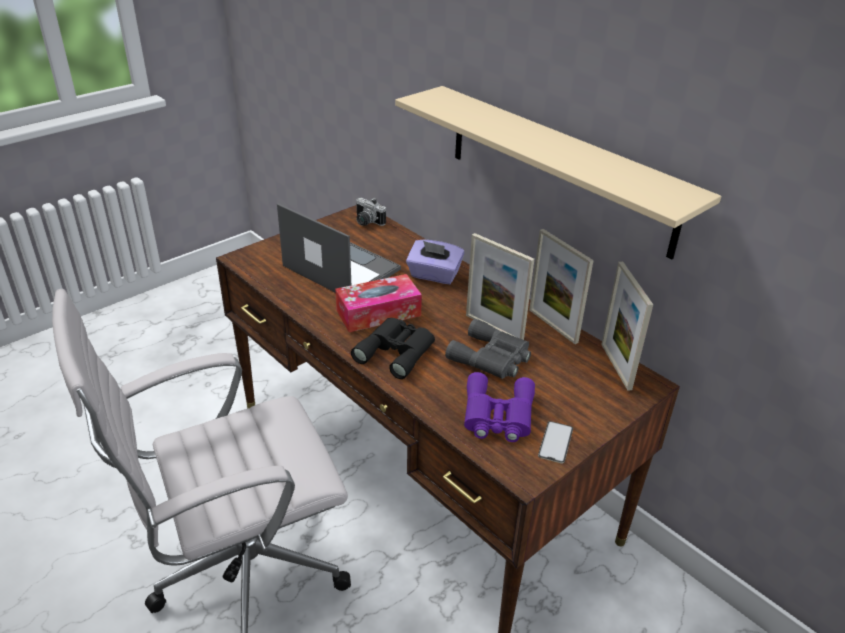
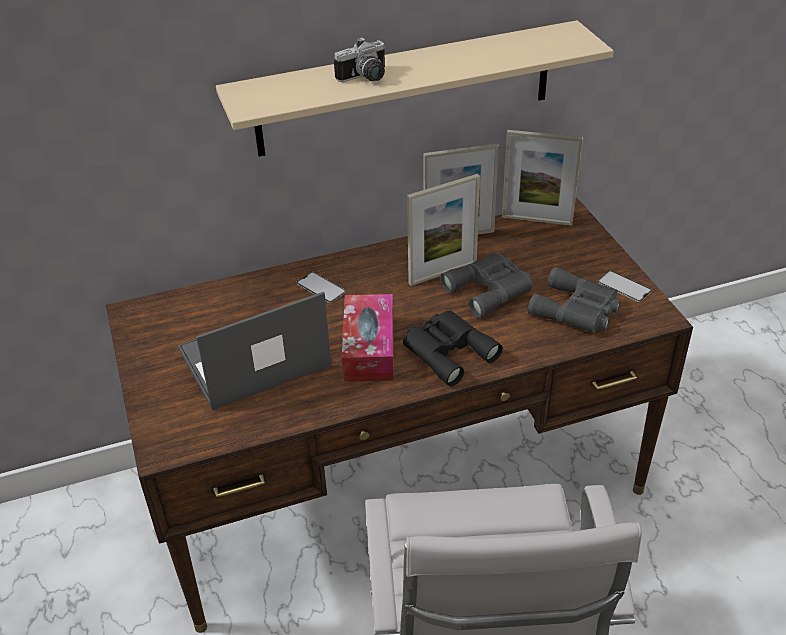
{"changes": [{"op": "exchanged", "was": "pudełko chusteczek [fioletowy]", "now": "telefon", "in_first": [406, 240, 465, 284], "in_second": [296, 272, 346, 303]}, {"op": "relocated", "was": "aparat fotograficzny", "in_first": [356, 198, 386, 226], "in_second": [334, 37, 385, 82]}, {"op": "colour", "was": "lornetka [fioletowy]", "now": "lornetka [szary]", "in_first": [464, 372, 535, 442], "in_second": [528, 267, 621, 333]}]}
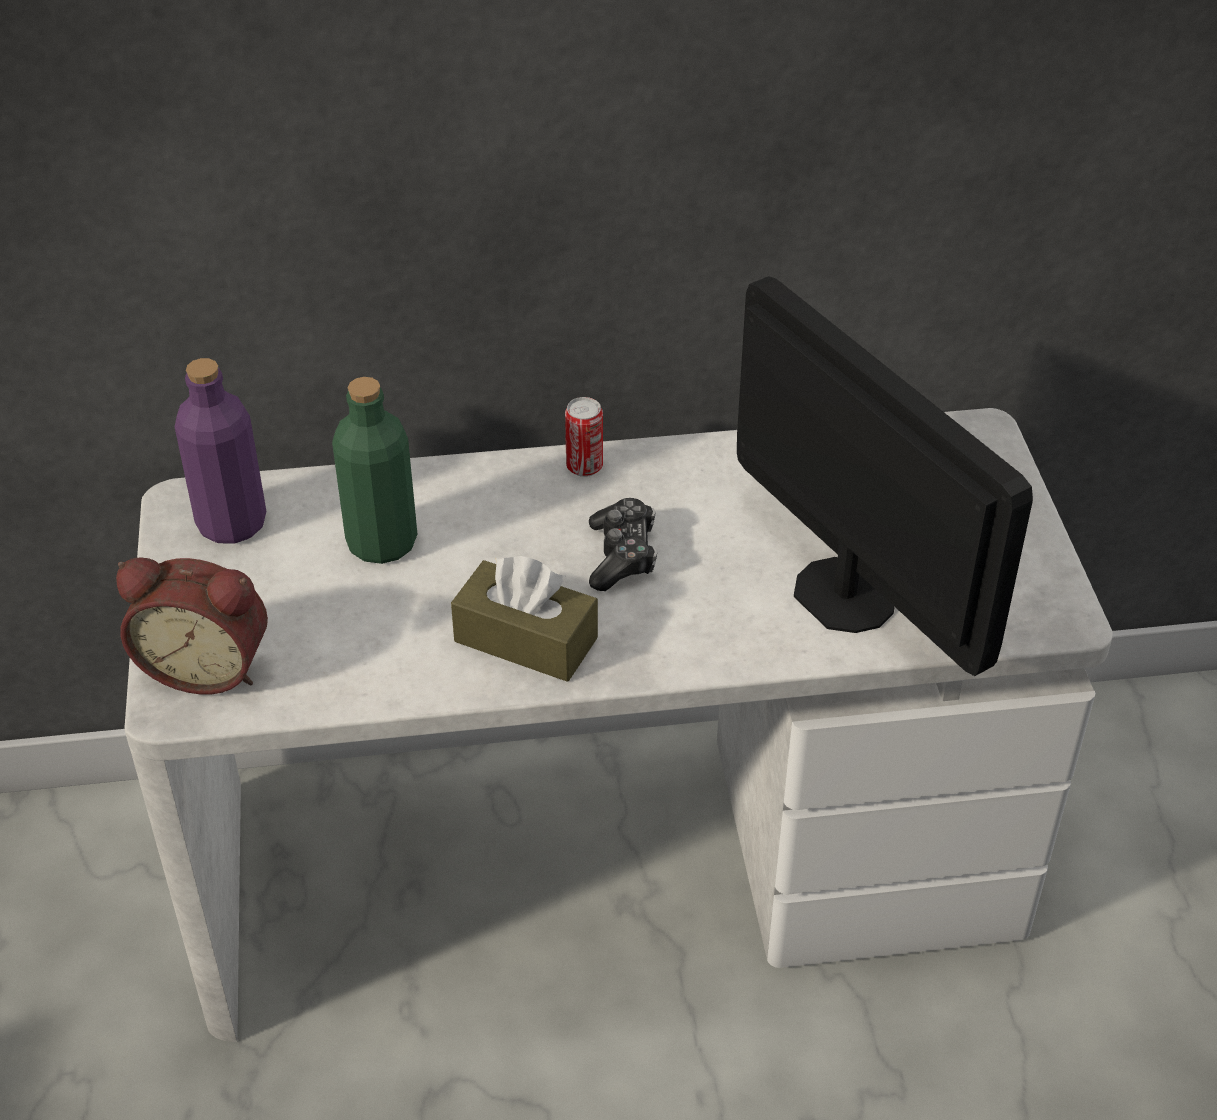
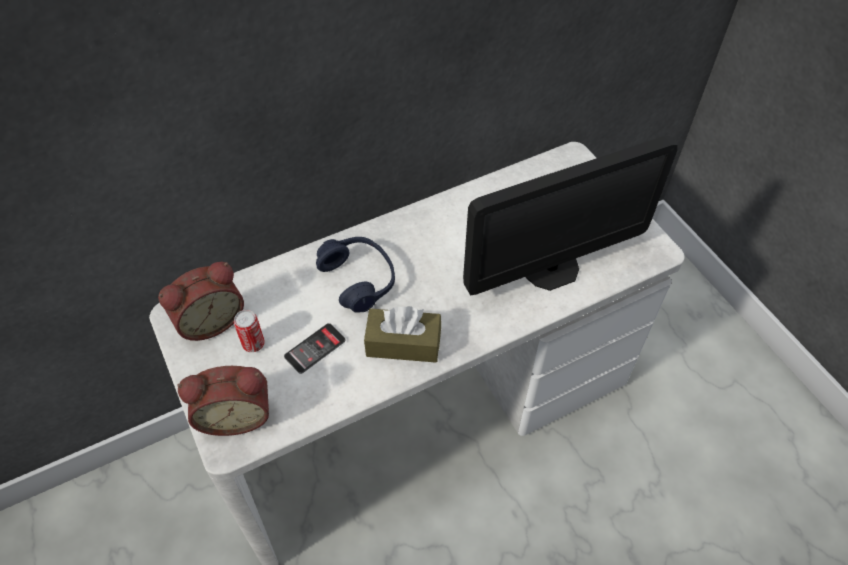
{"changes": [{"op": "exchanged", "was": "butelka [fioletowy]", "now": "budzik", "in_first": [175, 358, 266, 544], "in_second": [158, 262, 244, 341]}, {"op": "relocated", "was": "puszka", "in_first": [565, 397, 603, 477], "in_second": [234, 310, 265, 352]}, {"op": "appeared", "now": "telefon", "in_second": [284, 323, 345, 374]}, {"op": "appeared", "now": "słuchawki [niebieski]", "in_second": [316, 237, 395, 313]}, {"op": "spun", "was": "monitor", "in_first": [737, 276, 1033, 676], "in_second": [463, 136, 678, 295], "clockwise": 120}, {"op": "missing", "was": "butelka [zielony]", "in_first": [332, 377, 417, 564]}, {"op": "missing", "was": "pad do gier", "in_first": [589, 498, 657, 591]}]}
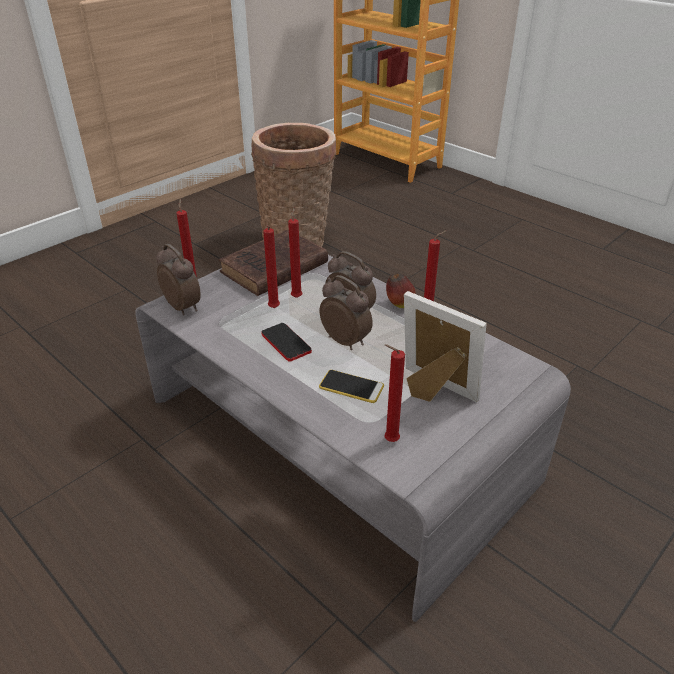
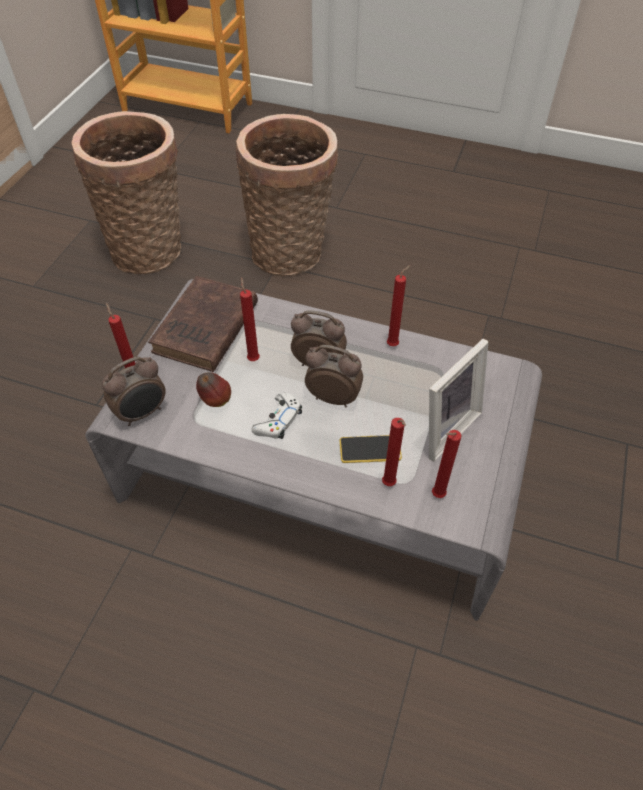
{"changes": [{"op": "spun", "was": "budzik", "in_first": [156, 244, 201, 315], "in_second": [102, 357, 166, 426], "clockwise": 120}, {"op": "relocated", "was": "jabłko", "in_first": [386, 273, 415, 308], "in_second": [196, 372, 231, 407]}, {"op": "appeared", "now": "koszyk", "in_second": [236, 114, 338, 276]}, {"op": "exchanged", "was": "telefon", "now": "pad do gier [biały]", "in_first": [261, 323, 312, 362], "in_second": [252, 393, 302, 439]}, {"op": "relocated", "was": "świeca [czerwony]", "in_first": [263, 225, 280, 308], "in_second": [382, 418, 406, 486]}, {"op": "spun", "was": "ramka na zdjęcie", "in_first": [404, 291, 487, 402], "in_second": [429, 339, 488, 461], "clockwise": 120}]}
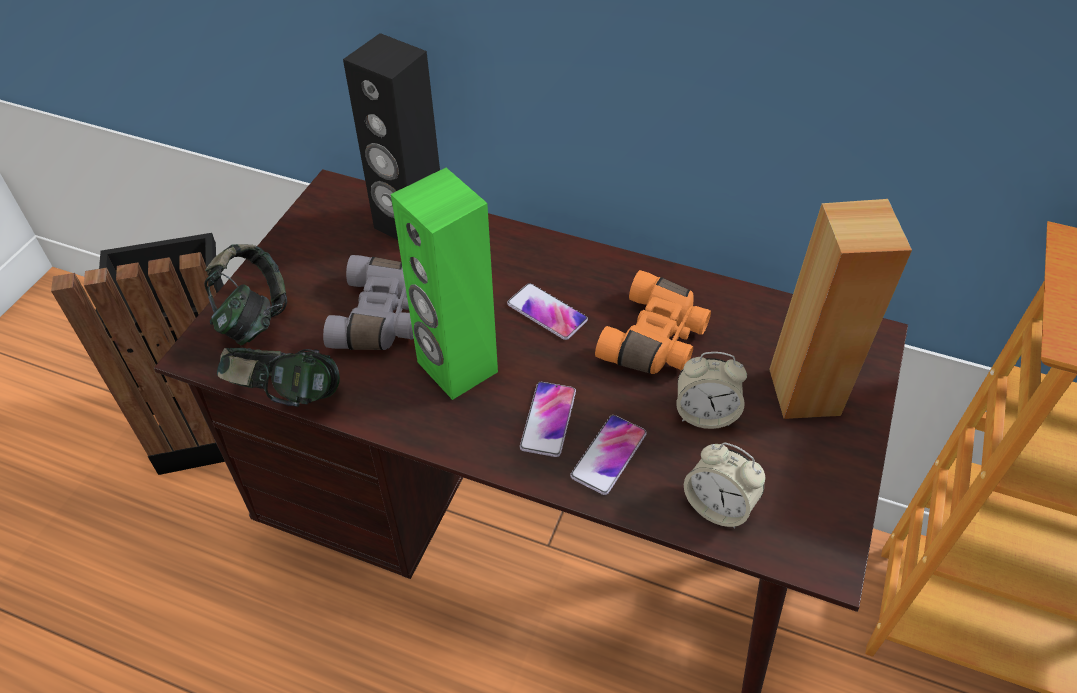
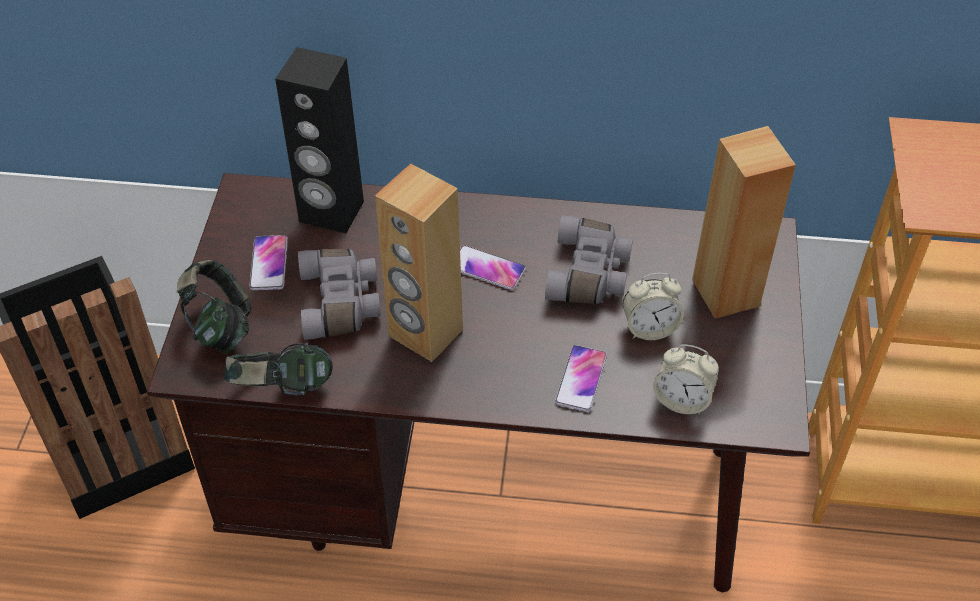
{"changes": [{"op": "relocated", "was": "telefon", "in_first": [520, 382, 576, 457], "in_second": [249, 235, 288, 290]}, {"op": "colour", "was": "głośnik [zielony]", "now": "głośnik [brązowy]", "in_first": [391, 168, 498, 400], "in_second": [375, 164, 463, 362]}, {"op": "colour", "was": "lornetka [pomarańczowy]", "now": "lornetka [szary]", "in_first": [595, 270, 711, 374], "in_second": [545, 215, 633, 304]}]}
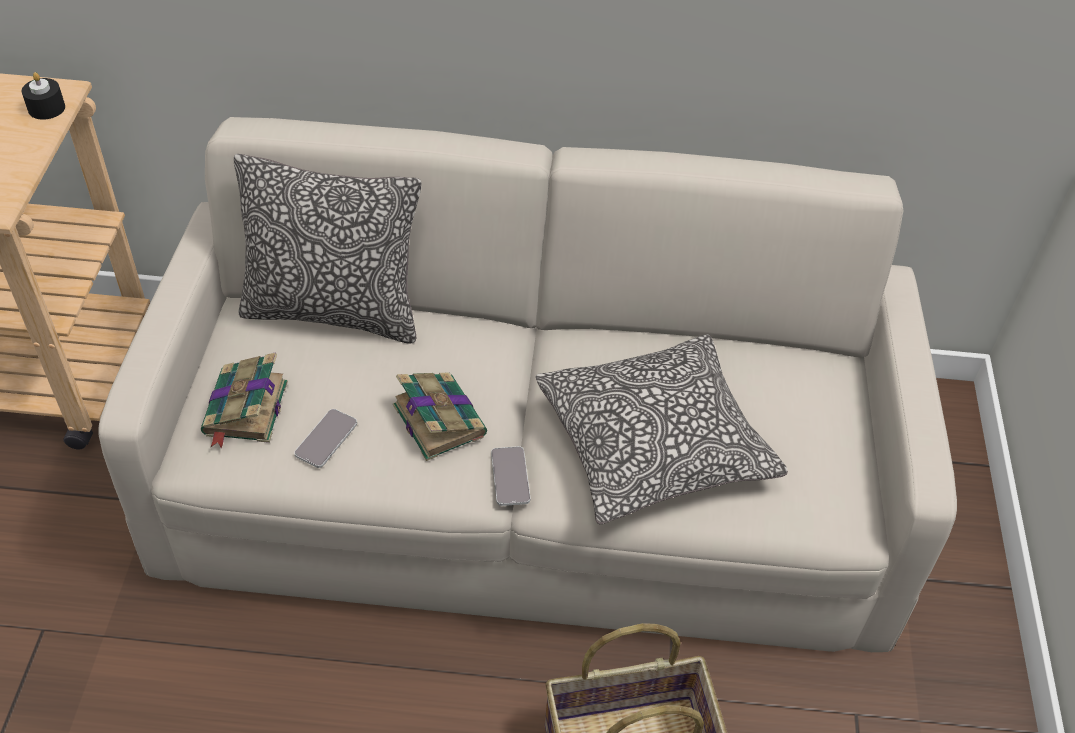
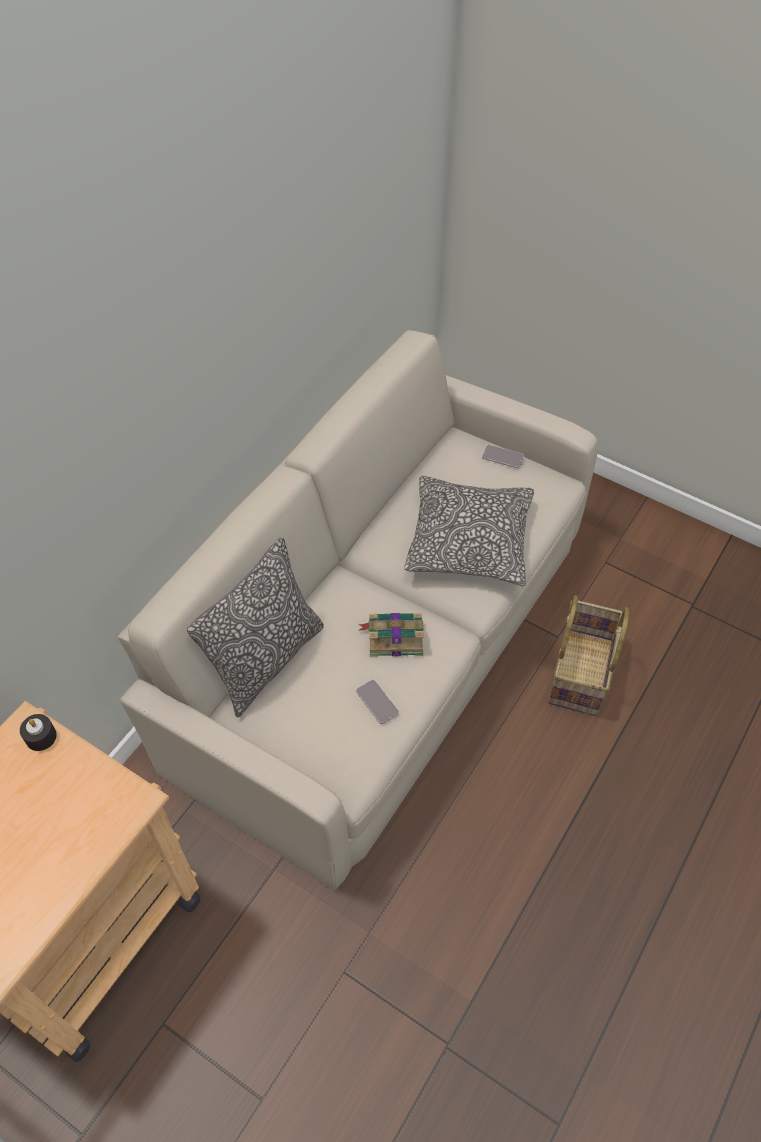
{"changes": [{"op": "relocated", "was": "telefon", "in_first": [491, 446, 530, 506], "in_second": [482, 445, 524, 468]}, {"op": "missing", "was": "książka", "in_first": [201, 352, 288, 448]}]}
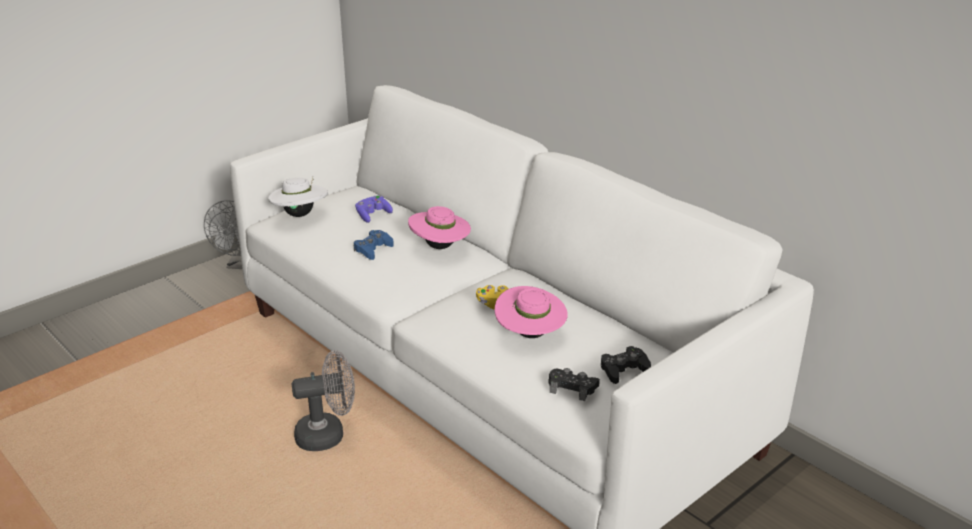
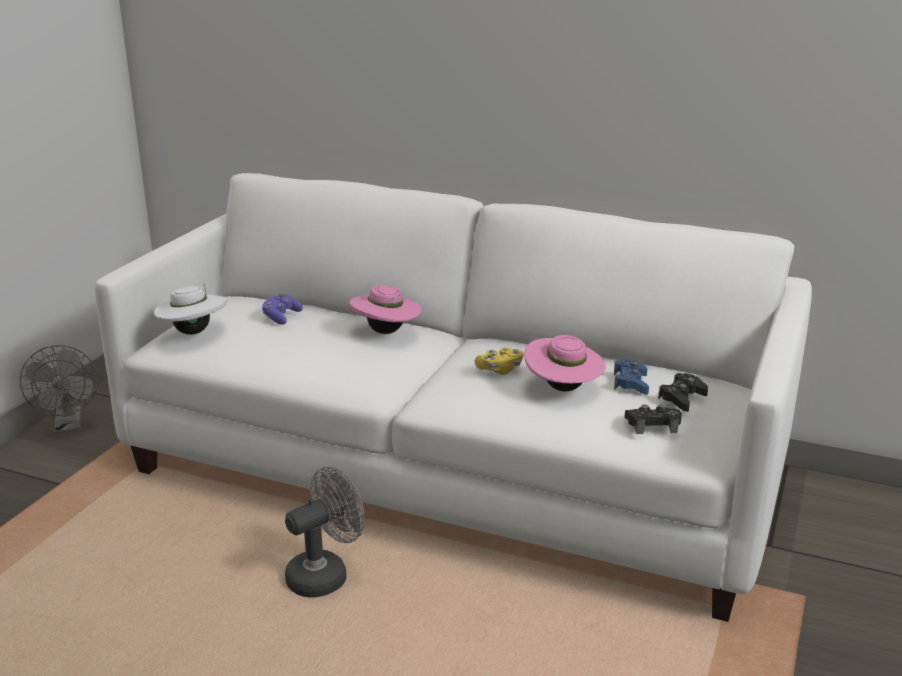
{"changes": [{"op": "relocated", "was": "pad do gier [niebieski]", "in_first": [354, 230, 394, 260], "in_second": [614, 359, 649, 394]}]}
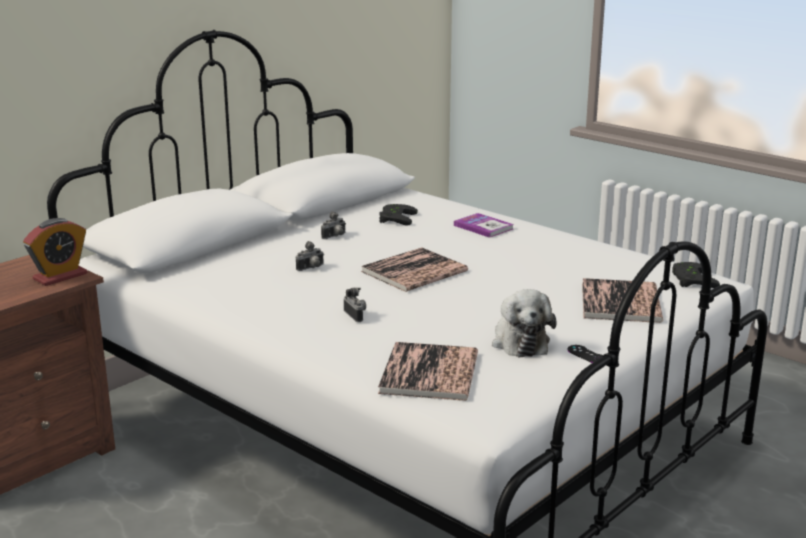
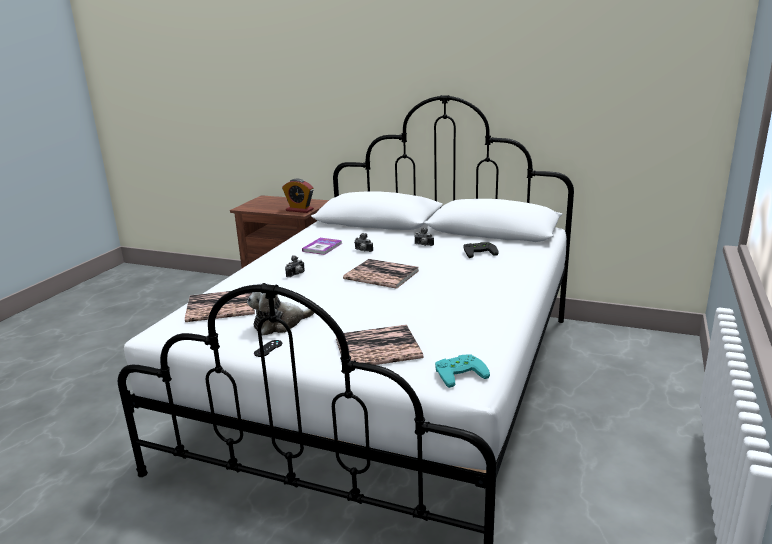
{"changes": [{"op": "relocated", "was": "książka", "in_first": [454, 213, 514, 238], "in_second": [302, 238, 342, 255]}, {"op": "colour", "was": "pad do gier [czarny]", "now": "pad do gier [turkusowy]", "in_first": [672, 262, 720, 288], "in_second": [435, 354, 490, 388]}]}
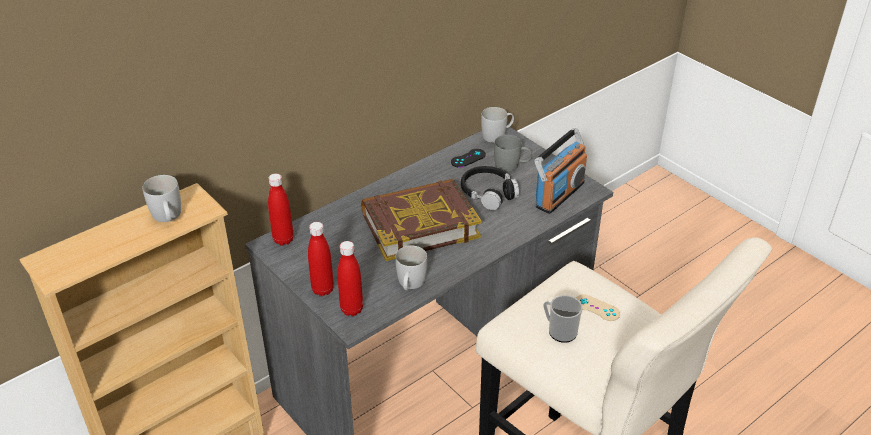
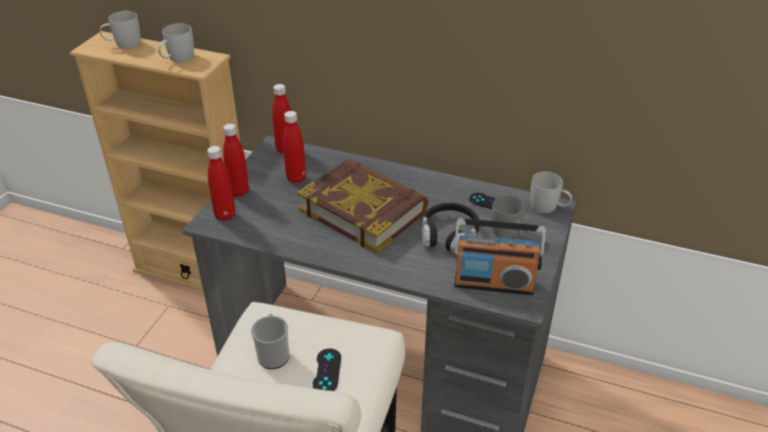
{"changes": [{"op": "relocated", "was": "kubek [biały]", "in_first": [395, 246, 427, 290], "in_second": [99, 11, 141, 49]}, {"op": "appeared", "now": "butelka [czerwony]", "in_second": [283, 111, 306, 183]}, {"op": "colour", "was": "pad do gier [beżowy]", "now": "pad do gier [czarny]", "in_first": [576, 294, 620, 321], "in_second": [313, 348, 341, 391]}]}
